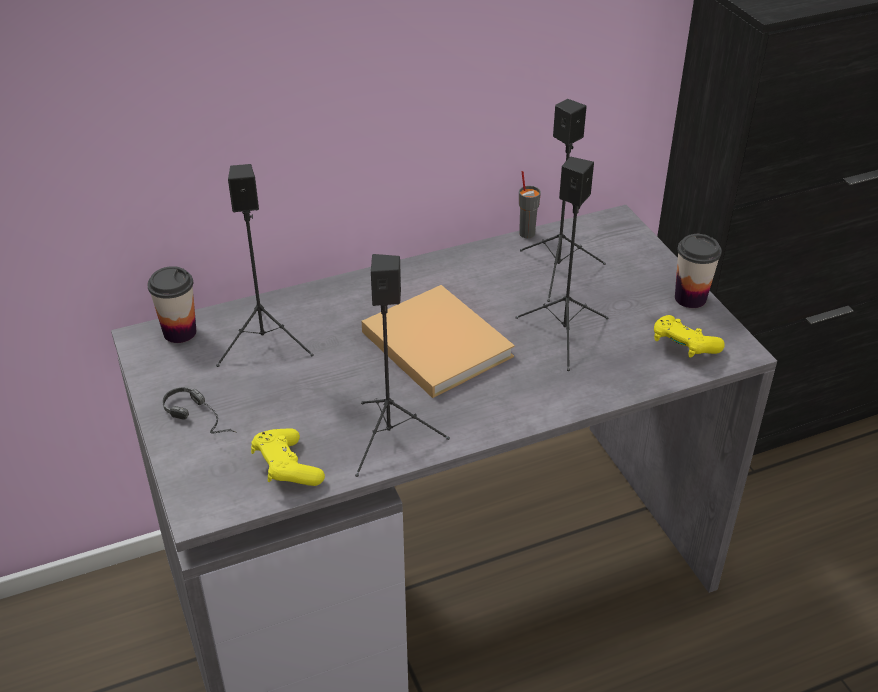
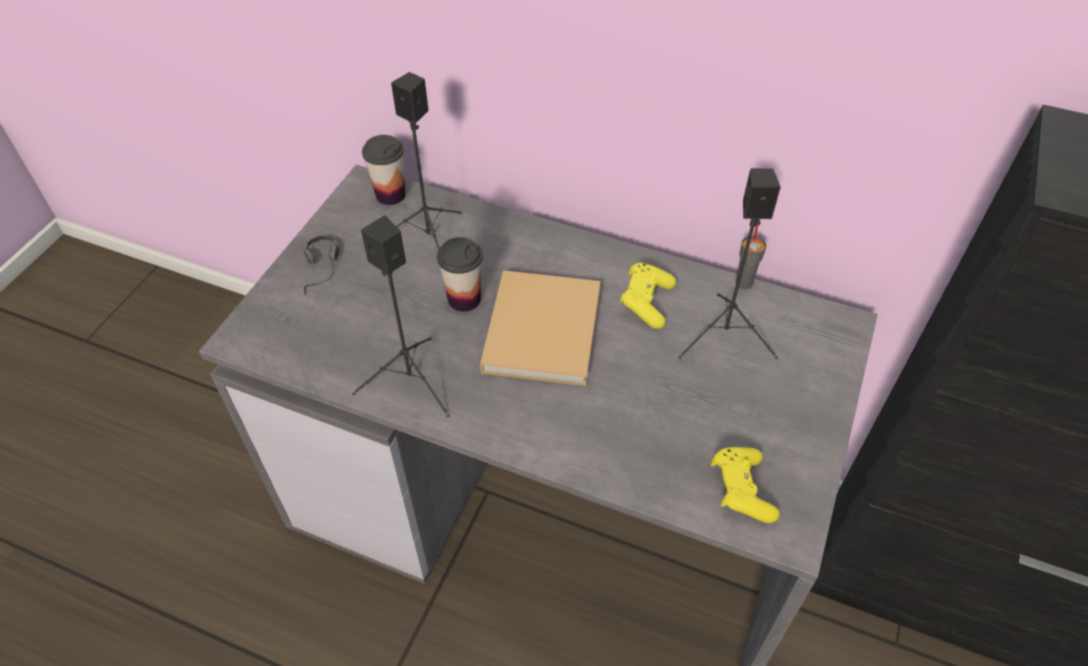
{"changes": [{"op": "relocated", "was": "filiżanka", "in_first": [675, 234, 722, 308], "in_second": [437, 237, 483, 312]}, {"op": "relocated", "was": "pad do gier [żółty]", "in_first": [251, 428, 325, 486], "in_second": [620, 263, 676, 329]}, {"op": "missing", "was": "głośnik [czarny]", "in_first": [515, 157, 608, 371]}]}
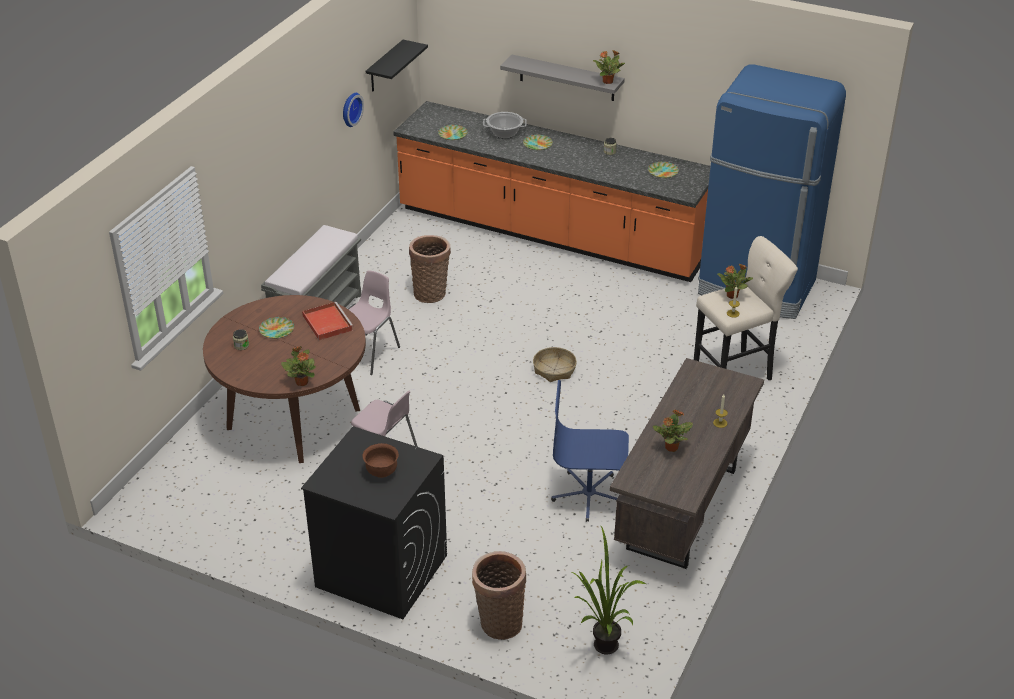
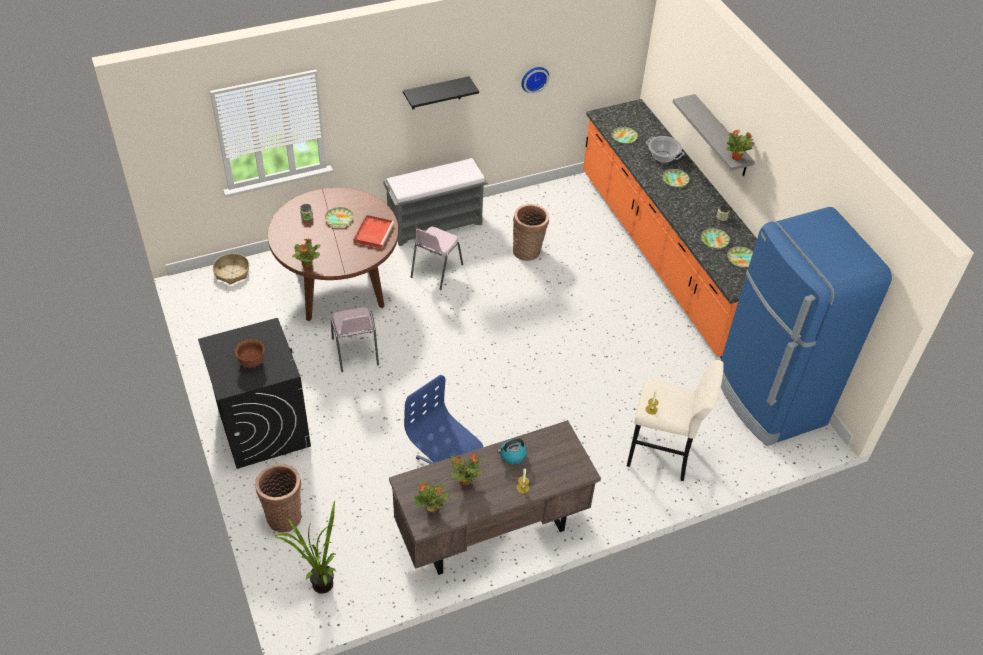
{"changes": [{"op": "relocated", "was": "koszyk", "in_first": [533, 347, 577, 382], "in_second": [213, 253, 249, 285]}, {"op": "relocated", "was": "półka [czarny]", "in_first": [366, 40, 428, 91], "in_second": [403, 76, 479, 110]}, {"op": "spun", "was": "krzesło [różowy]", "in_first": [347, 270, 400, 375], "in_second": [411, 227, 463, 290], "clockwise": 135}, {"op": "relocated", "was": "roślina doniczkowa", "in_first": [717, 264, 753, 299], "in_second": [413, 481, 450, 513]}, {"op": "appeared", "now": "czajnik", "in_second": [497, 439, 527, 464]}, {"op": "appeared", "now": "talerz", "in_second": [701, 228, 730, 248]}]}
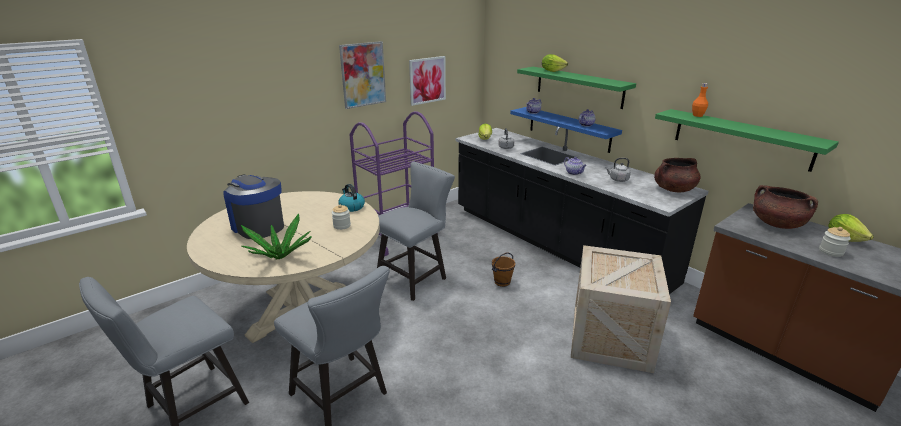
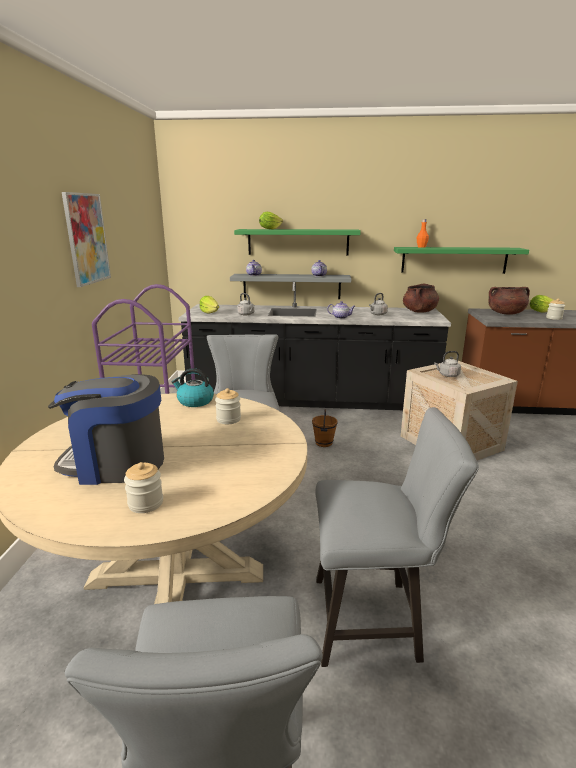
{"changes": [{"op": "appeared", "now": "słoik", "in_second": [124, 462, 163, 513]}, {"op": "colour", "was": "półka [niebieski]", "now": "półka [szary]", "in_first": [510, 107, 622, 153], "in_second": [230, 274, 351, 299]}, {"op": "appeared", "now": "czajnik [szary]", "in_second": [434, 351, 461, 377]}, {"op": "missing", "was": "roślina doniczkowa", "in_first": [241, 214, 312, 259]}, {"op": "missing", "was": "obraz", "in_first": [409, 56, 446, 106]}]}
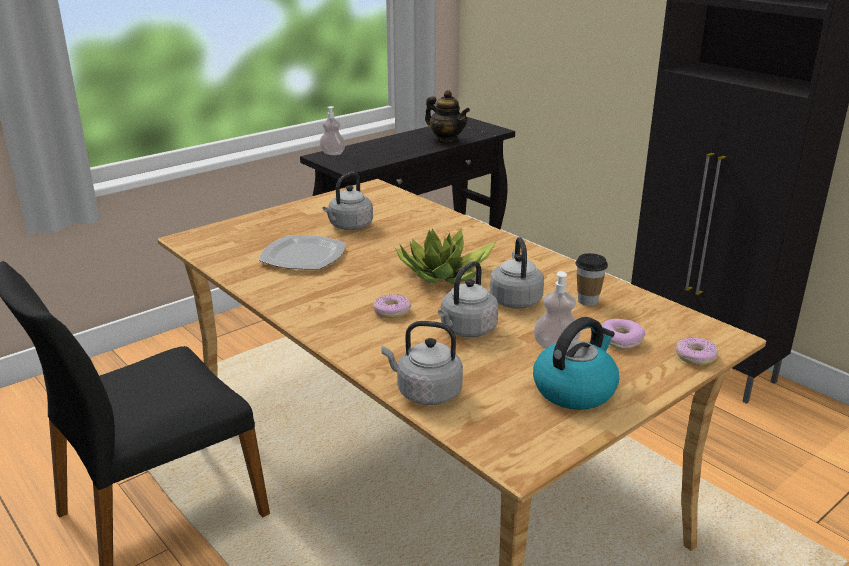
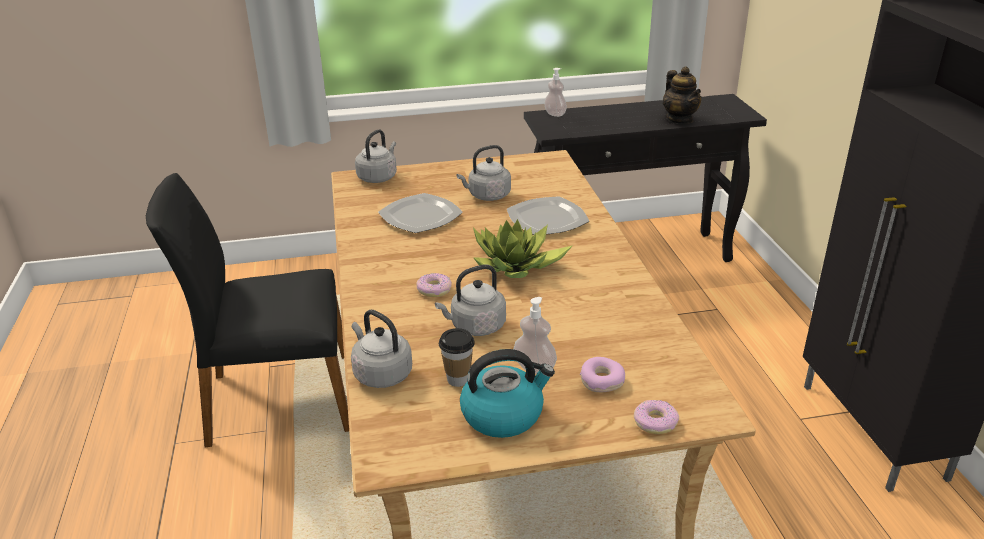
{"changes": [{"op": "relocated", "was": "czajnik [szary]", "in_first": [490, 237, 544, 309], "in_second": [355, 129, 397, 183]}, {"op": "relocated", "was": "filiżanka", "in_first": [576, 253, 608, 306], "in_second": [439, 328, 475, 387]}, {"op": "appeared", "now": "talerz", "in_second": [507, 196, 589, 235]}]}
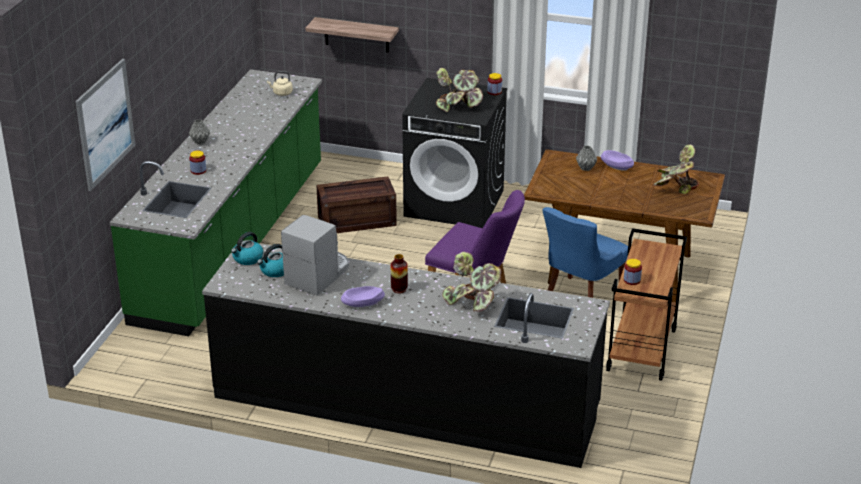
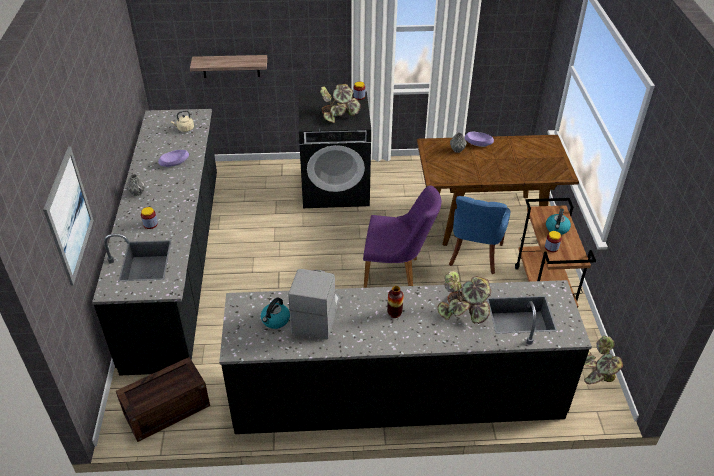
{"changes": [{"op": "colour", "was": "zabudowa kuchenna [zielony]", "now": "zabudowa kuchenna [czarny]", "in_first": [110, 69, 322, 336], "in_second": [92, 109, 217, 376]}, {"op": "relocated", "was": "skrzynka", "in_first": [316, 177, 397, 233], "in_second": [116, 357, 210, 442]}, {"op": "relocated", "was": "miska [fioletowy]", "in_first": [341, 286, 385, 308], "in_second": [158, 150, 189, 167]}, {"op": "relocated", "was": "czajnik", "in_first": [231, 232, 263, 265], "in_second": [546, 208, 571, 235]}, {"op": "relocated", "was": "roślina doniczkowa", "in_first": [653, 144, 699, 194], "in_second": [584, 336, 623, 385]}]}
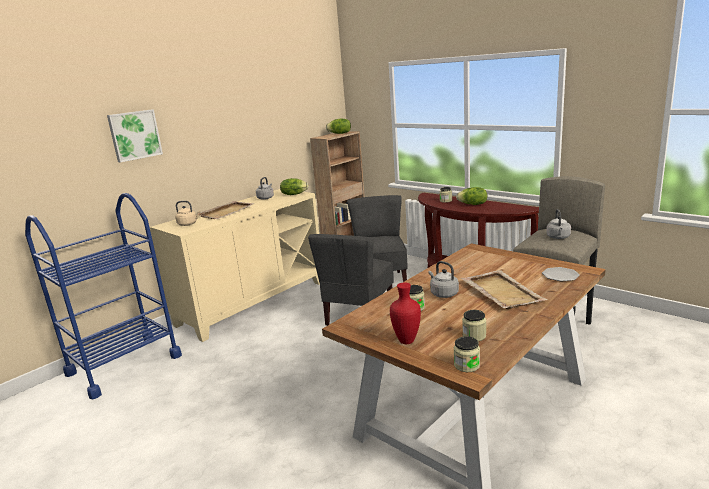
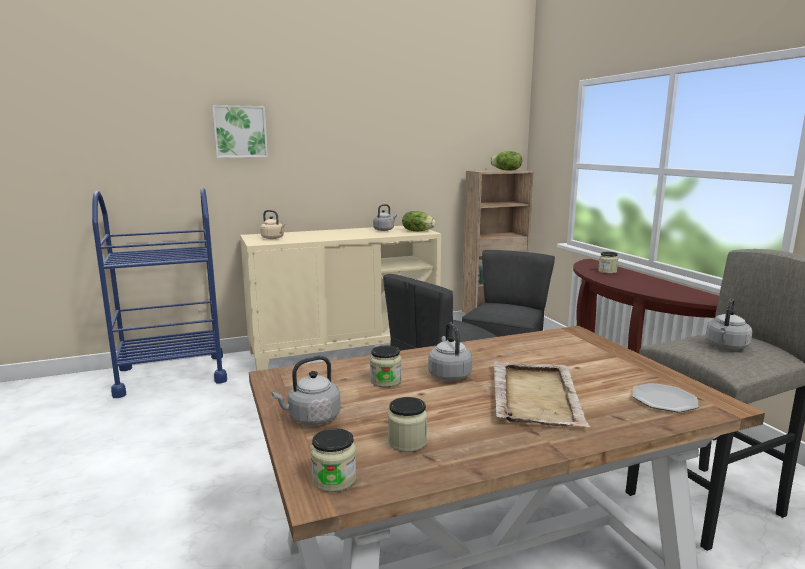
{"changes": [{"op": "exchanged", "was": "wazon [czerwony]", "now": "czajnik [szary]", "in_first": [390, 282, 421, 344], "in_second": [272, 356, 341, 425]}, {"op": "missing", "was": "taca [beżowy]", "in_first": [196, 201, 255, 219]}, {"op": "missing", "was": "sałata", "in_first": [456, 187, 487, 205]}]}
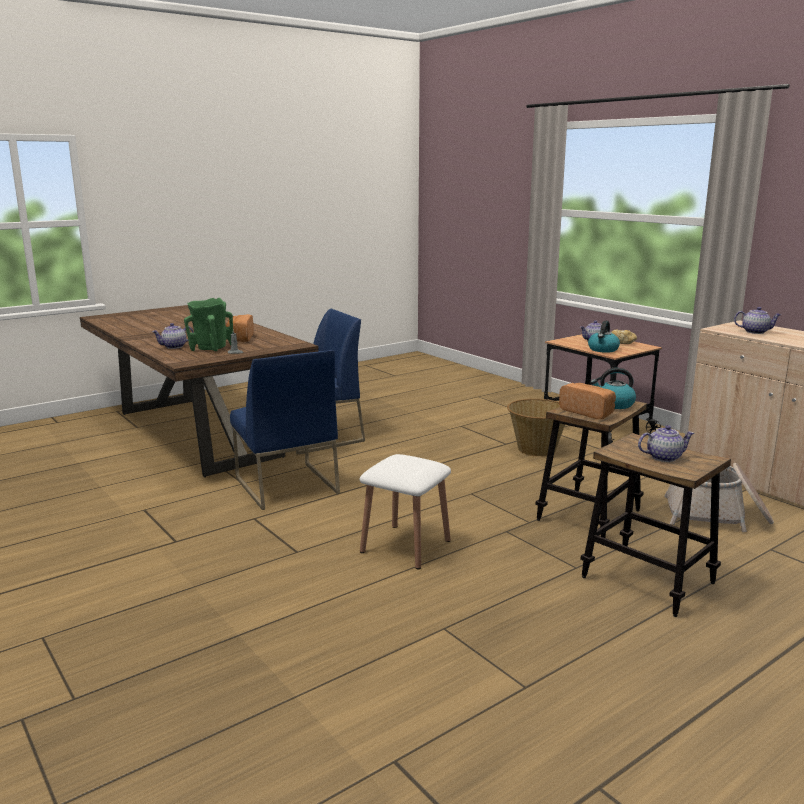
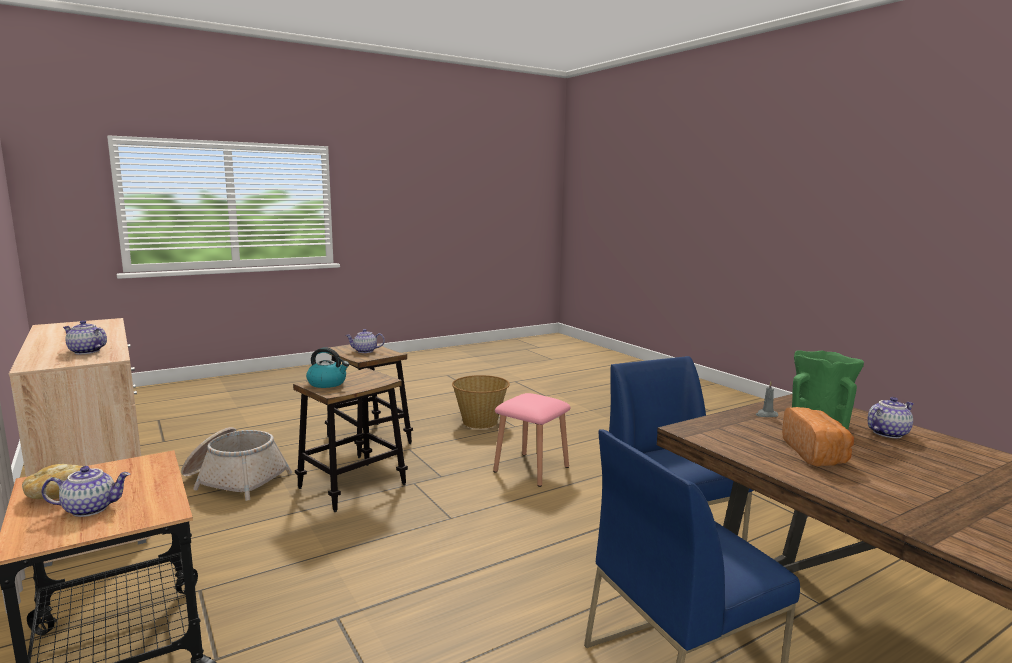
{"changes": [{"op": "relocated", "was": "koszyk", "in_first": [507, 399, 565, 457], "in_second": [452, 375, 510, 429]}, {"op": "colour", "was": "stołek [biały]", "now": "stołek [różowy]", "in_first": [360, 454, 451, 569], "in_second": [493, 393, 571, 487]}, {"op": "missing", "was": "chleb", "in_first": [559, 383, 616, 419]}, {"op": "missing", "was": "czajnik", "in_first": [588, 321, 620, 353]}]}
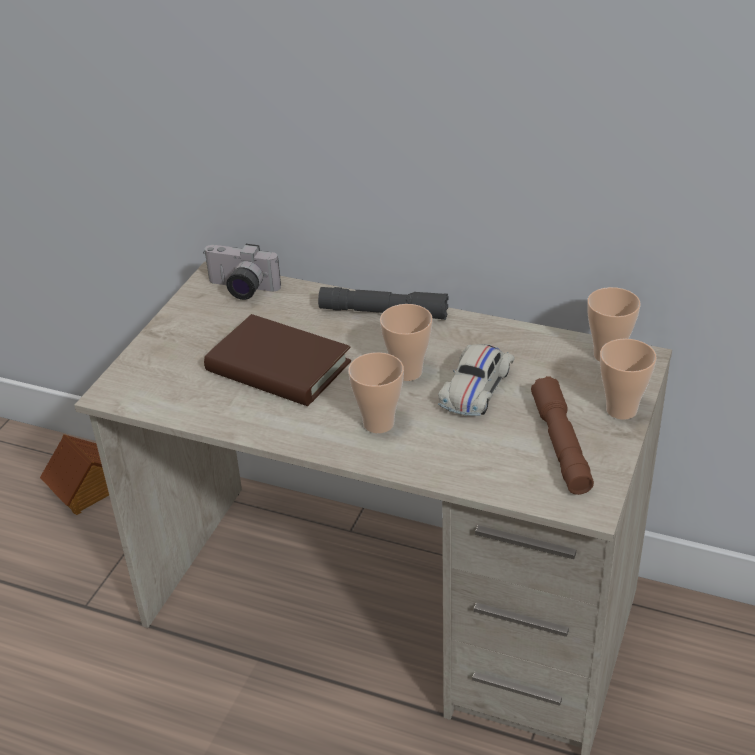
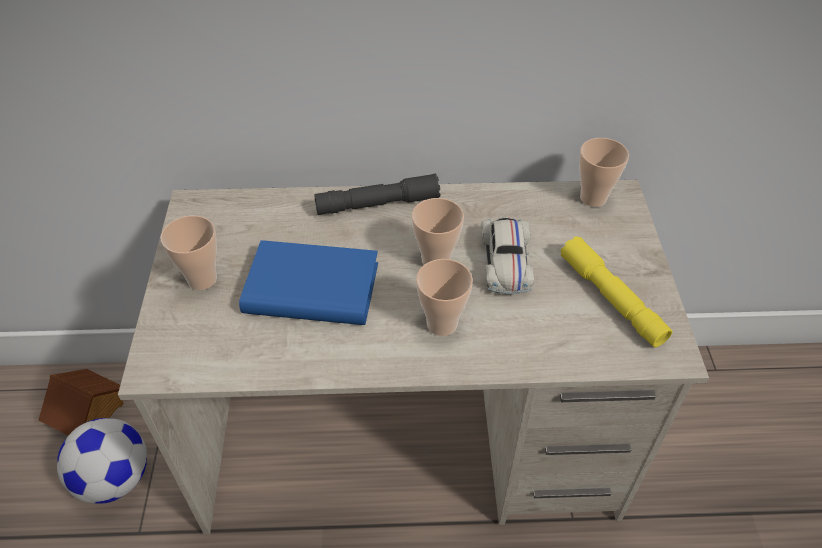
{"changes": [{"op": "appeared", "now": "piłka futbolowa", "in_second": [57, 418, 147, 504]}, {"op": "relocated", "was": "filiżanka", "in_first": [600, 339, 657, 420], "in_second": [161, 216, 217, 290]}, {"op": "colour", "was": "książka [brązowy]", "now": "książka [niebieski]", "in_first": [204, 314, 351, 406], "in_second": [239, 240, 378, 325]}, {"op": "colour", "was": "latarka [brązowy]", "now": "latarka [żółty]", "in_first": [531, 376, 594, 495], "in_second": [560, 236, 673, 347]}, {"op": "missing", "was": "aparat fotograficzny", "in_first": [203, 244, 281, 300]}]}
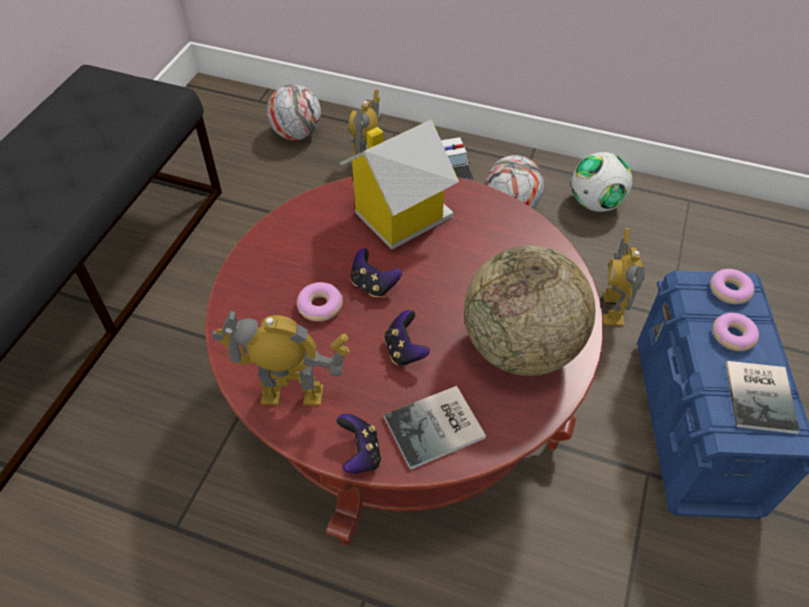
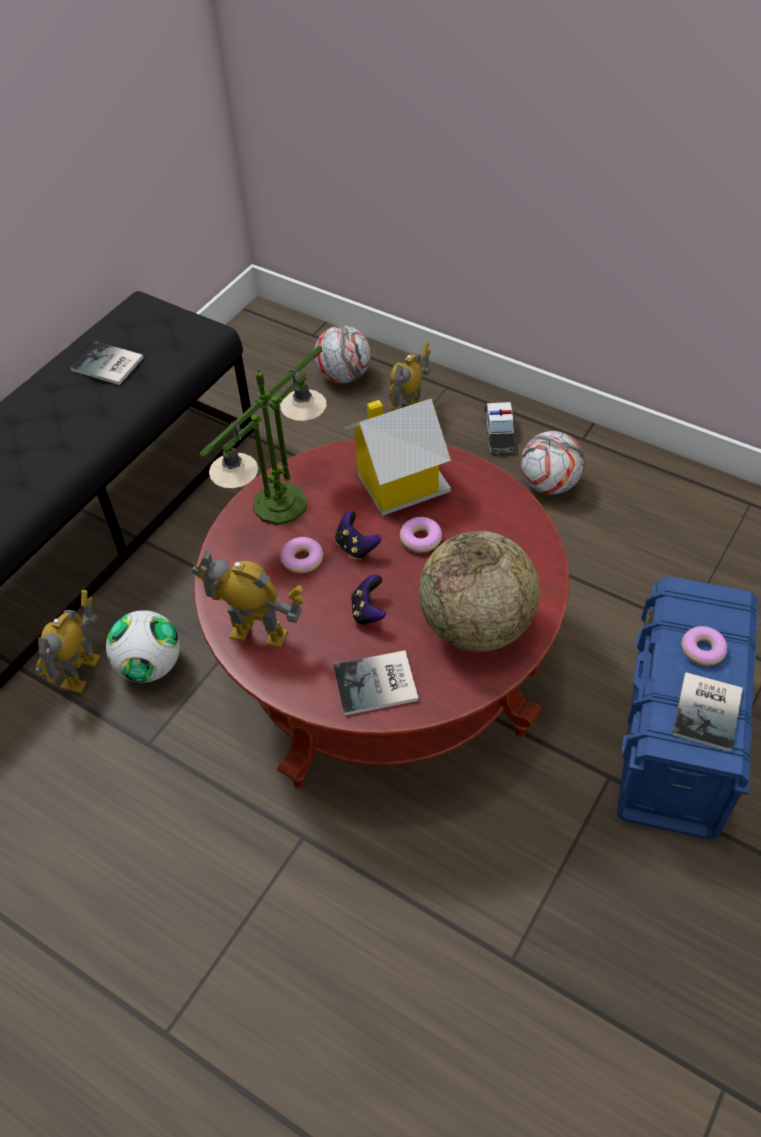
{"changes": [{"op": "relocated", "was": "robot zabawkowy", "in_first": [603, 228, 645, 326], "in_second": [35, 590, 101, 693]}, {"op": "appeared", "now": "książka", "in_second": [70, 341, 144, 385]}, {"op": "relocated", "was": "piłka futbolowa", "in_first": [571, 152, 632, 212], "in_second": [106, 610, 180, 683]}, {"op": "appeared", "now": "lampa stołowa", "in_second": [199, 346, 326, 525]}, {"op": "relocated", "was": "donut", "in_first": [710, 269, 755, 304], "in_second": [400, 517, 442, 553]}, {"op": "missing", "was": "pad do gier", "in_first": [337, 414, 381, 473]}]}
